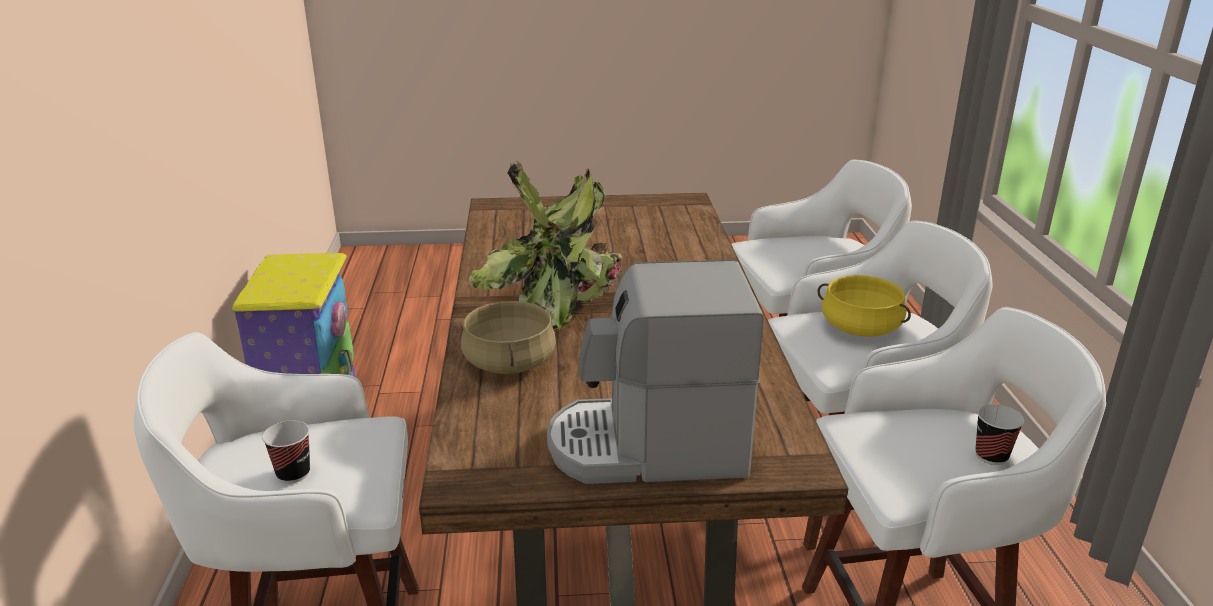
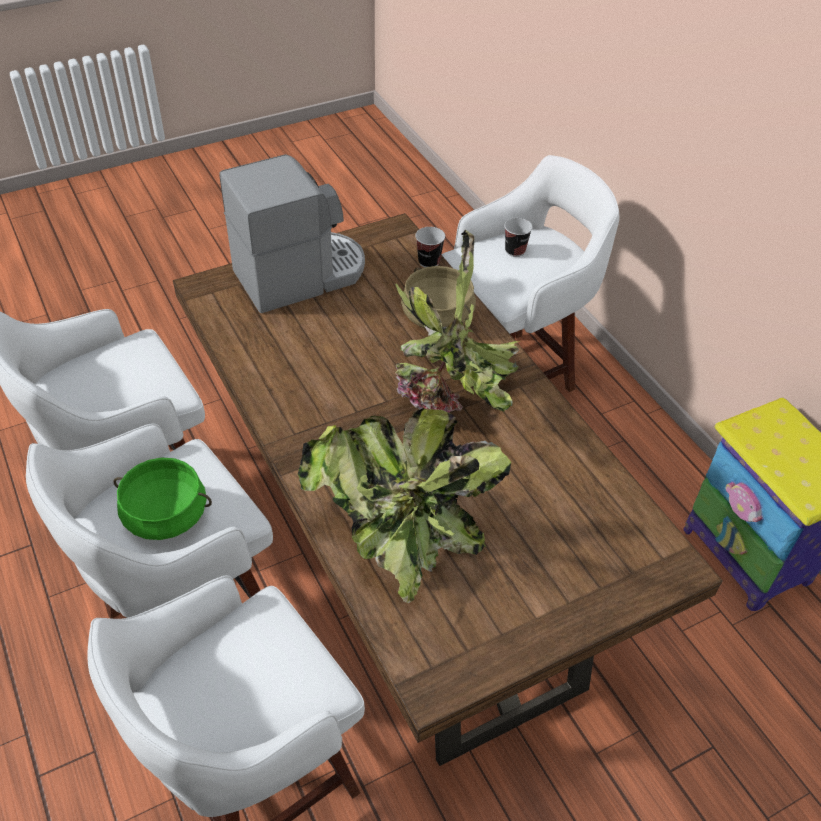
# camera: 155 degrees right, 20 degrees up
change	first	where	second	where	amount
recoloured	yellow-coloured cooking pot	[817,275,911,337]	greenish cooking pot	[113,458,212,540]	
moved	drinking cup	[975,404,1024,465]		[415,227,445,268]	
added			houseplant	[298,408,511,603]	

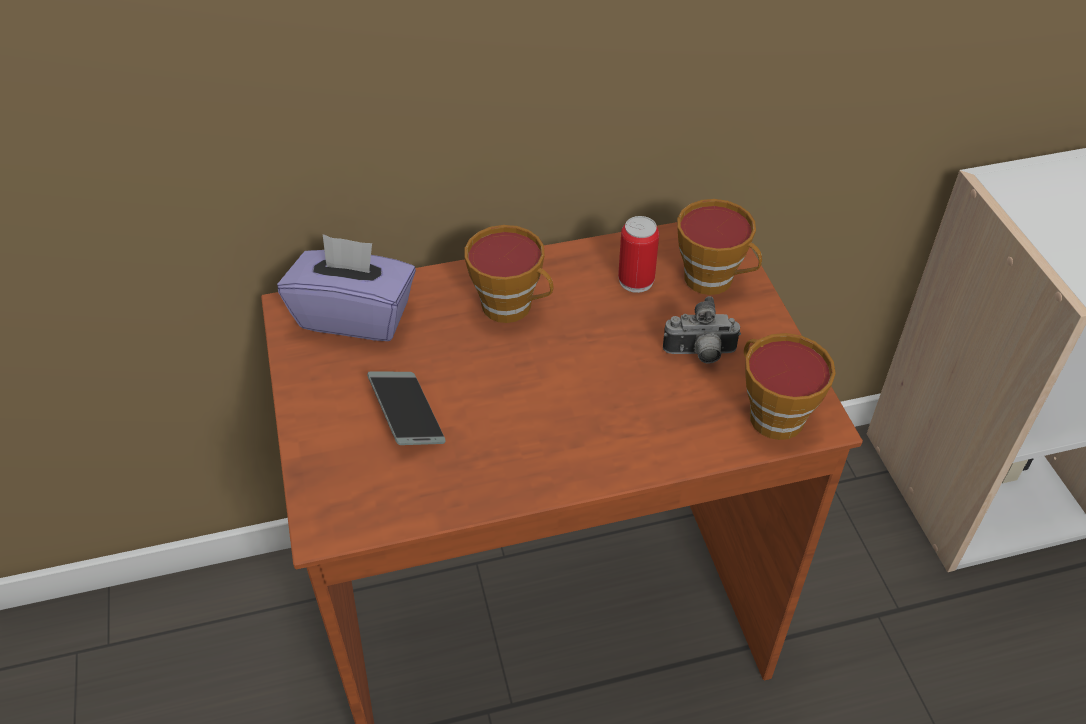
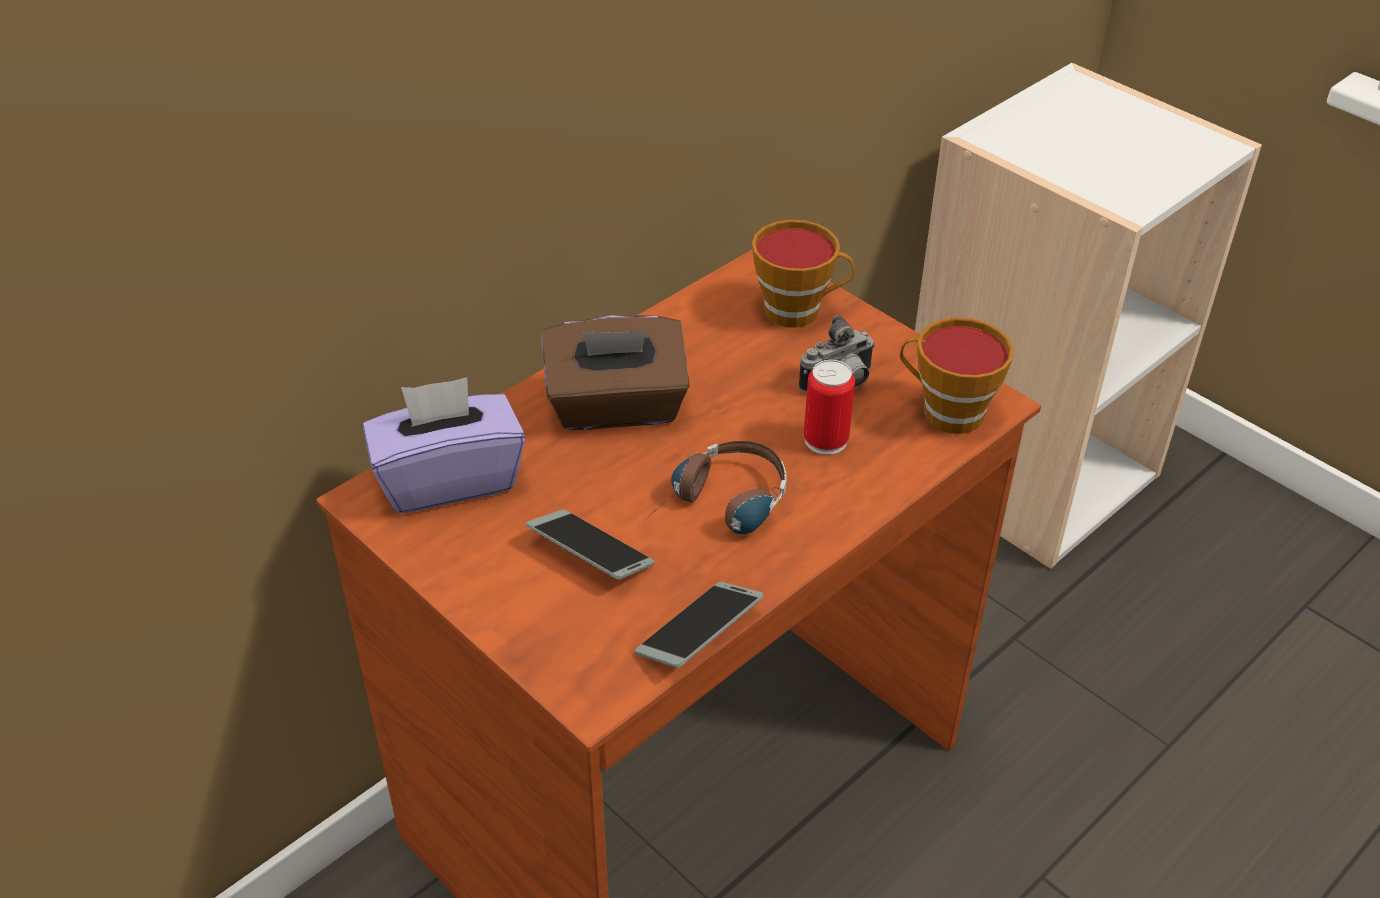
# camera: 30 degrees left, 5 degrees down
change	first	where	second	where	amount
moved	metal can	[618,216,659,293]		[804,360,855,455]	
replaced	drinking cup	[464,225,553,323]	brownish tissue box	[541,315,690,430]	
added			headphones	[646,441,786,534]	
added			handset	[635,582,764,668]	

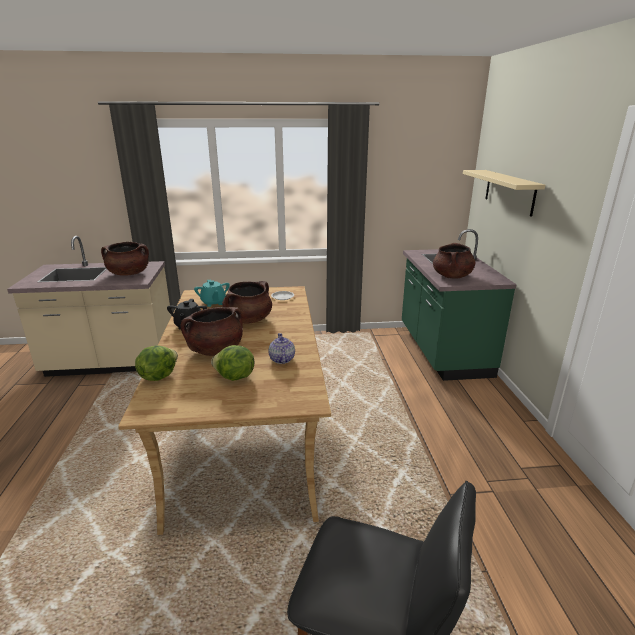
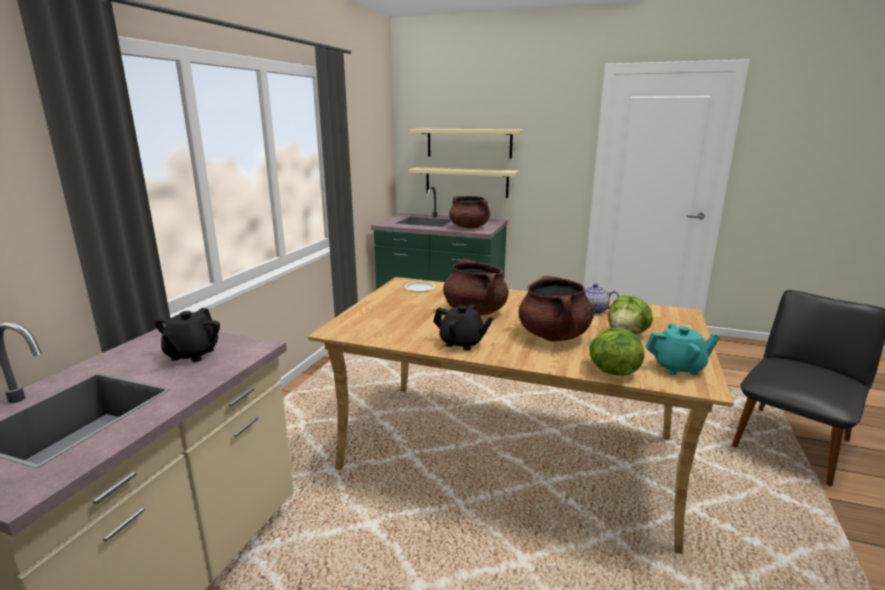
# camera: 65 degrees left, 5 degrees down
change	first	where	second	where	amount
replaced	brownish cooking pot	[101,242,149,276]	blackish tea pot	[154,308,220,362]	
moved	blue-green tea pot	[194,280,230,307]		[646,323,720,375]	
added			beige-coloured bracket shelf	[409,167,519,198]	

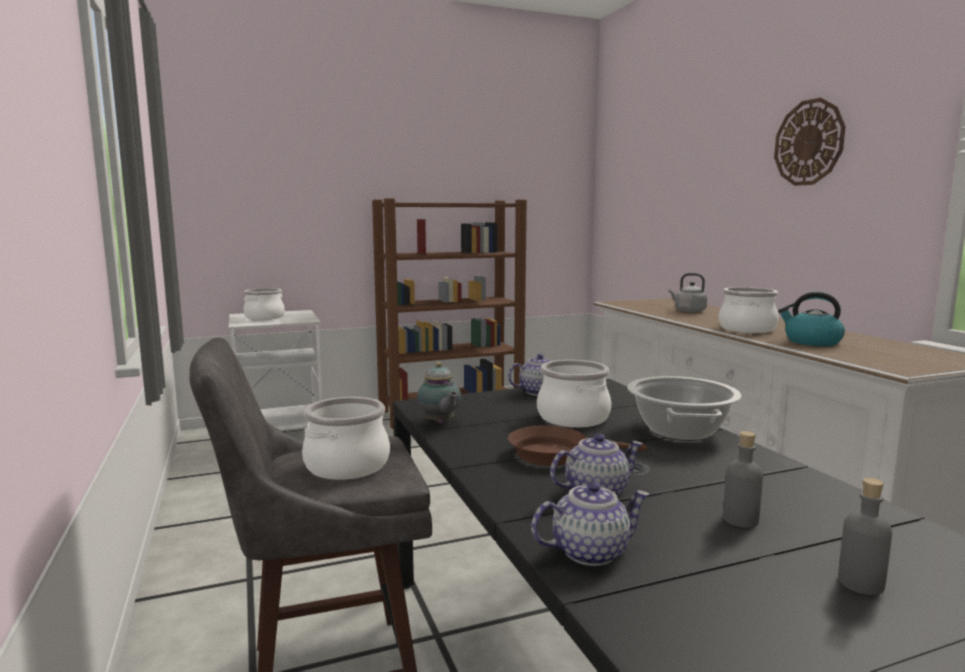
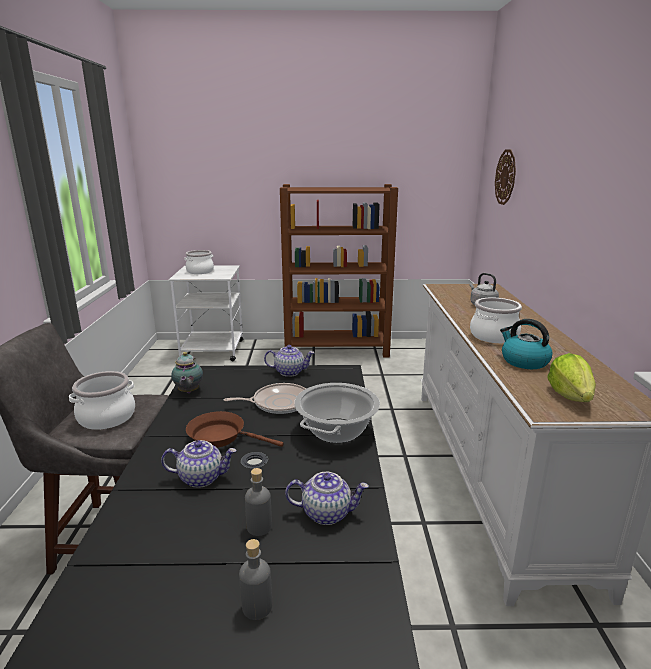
# camera: 20 degrees right, 10 degrees up
change	first	where	second	where	amount
moved	hanging clock	[774,97,846,186]		[495,150,516,205]	
replaced	cooking pot	[537,360,611,428]	skillet	[224,383,306,414]	
moved	tea pot	[531,481,650,566]		[285,472,369,525]	
added			lettuce head	[547,353,596,402]	

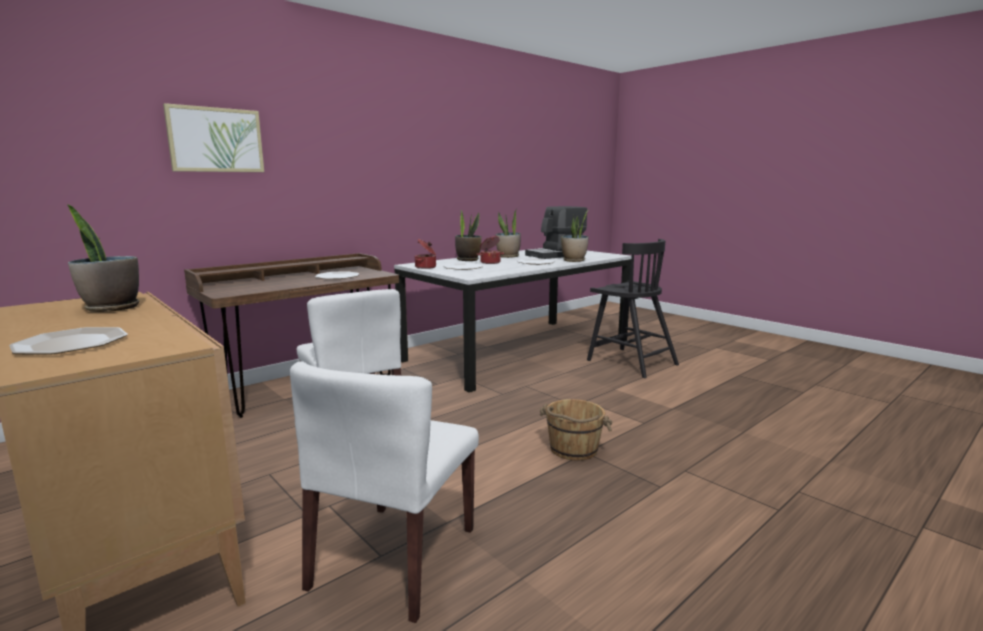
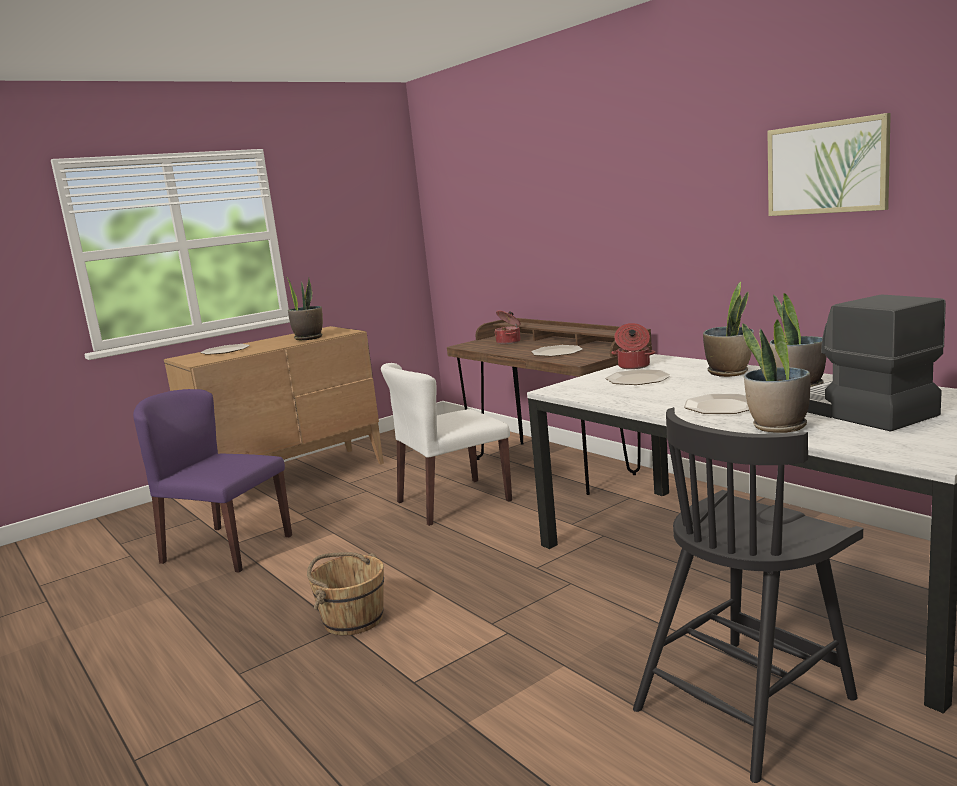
# camera: 95 degrees right, 0 degrees up
change	first	where	second	where	amount
moved	wall art	[163,103,264,172]		[768,113,891,216]	
moved	cooking pot	[477,236,504,264]		[494,311,521,344]	
recoloured	whitish plain chair	[290,361,479,623]	purplish plain chair	[133,389,292,573]	

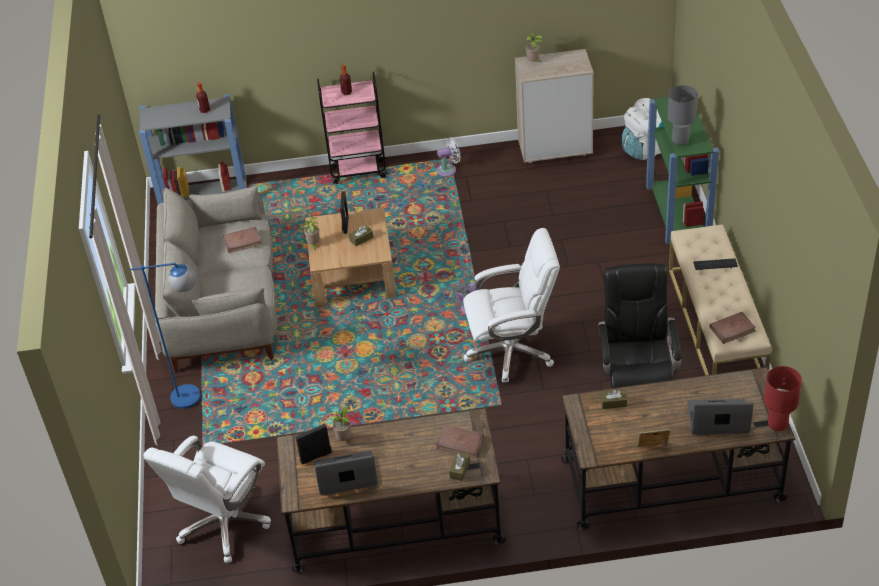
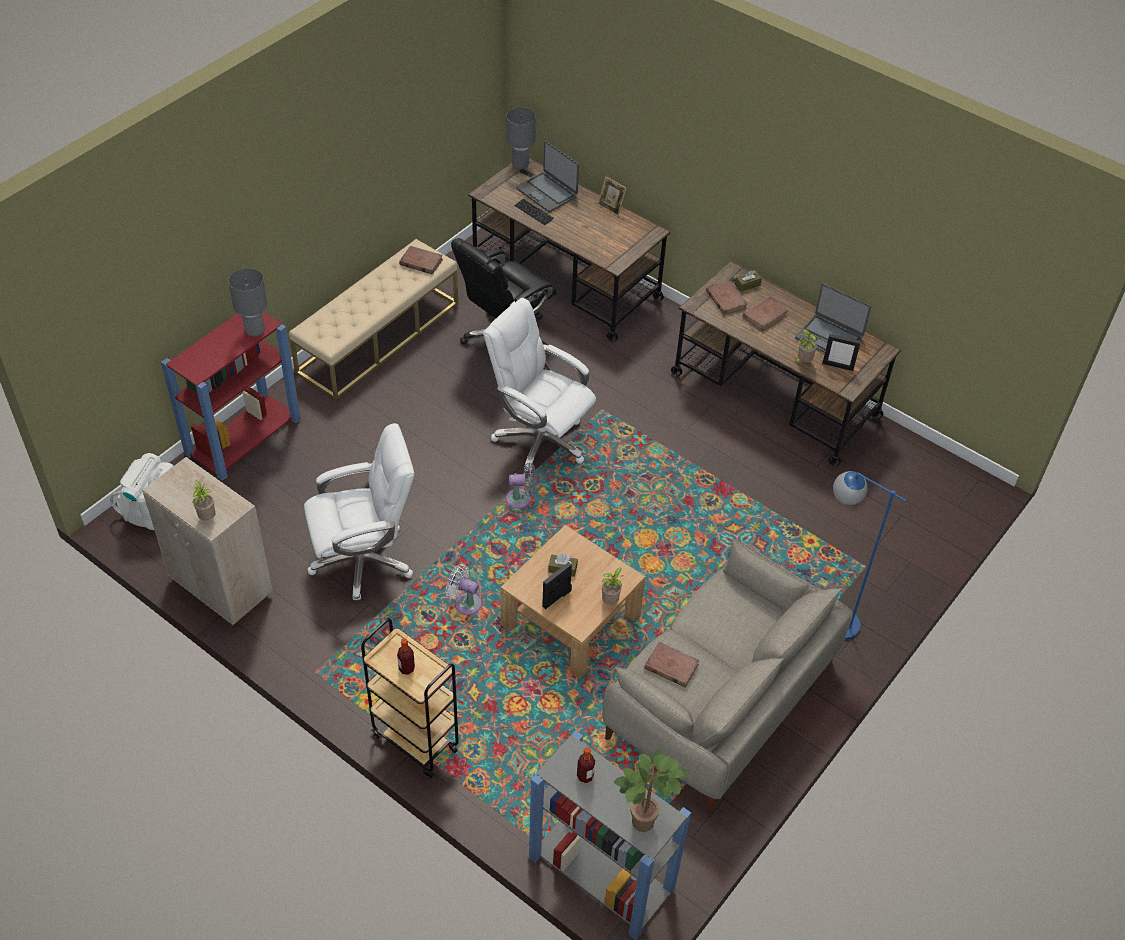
# camera: 140 degrees left, 5 degrees up
change	first	where	second	where	amount
recoloured	pink-coloured wheeled cart	[317,72,389,184]	brownish wheeled cart	[361,618,459,778]	
recoloured	greenish shelving unit	[646,97,719,244]	red shelving unit	[161,312,301,481]	
moved	whitish electric fan	[436,137,461,176]		[446,564,482,615]	
moved	PC keyboard	[693,258,738,270]		[514,198,554,225]	
recoloured	red table lamp	[764,366,802,431]	grey table lamp	[506,107,536,169]	
removed	brownish tissue box	[600,390,627,409]			
moved	whitish desk chair	[144,436,271,563]		[304,423,414,600]	
added			brownish volume	[743,296,789,332]	
added			houseplant	[614,750,691,832]	

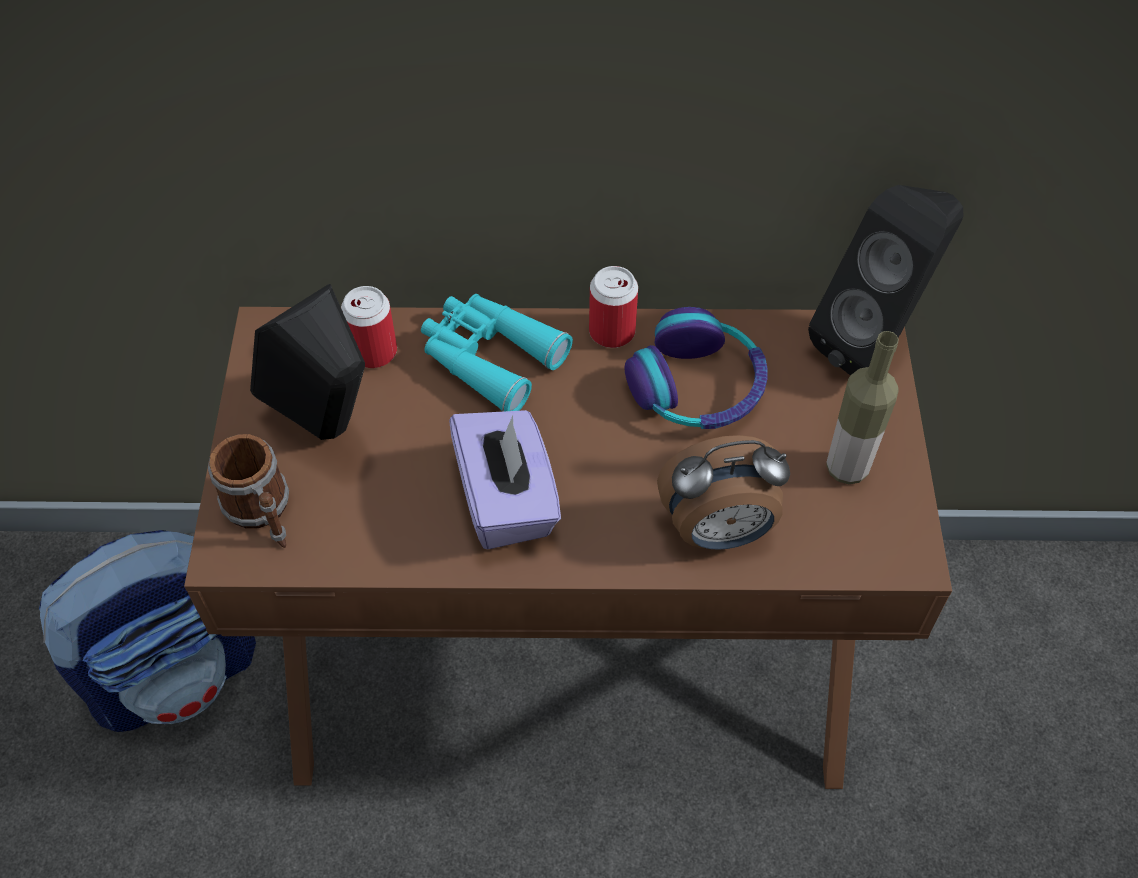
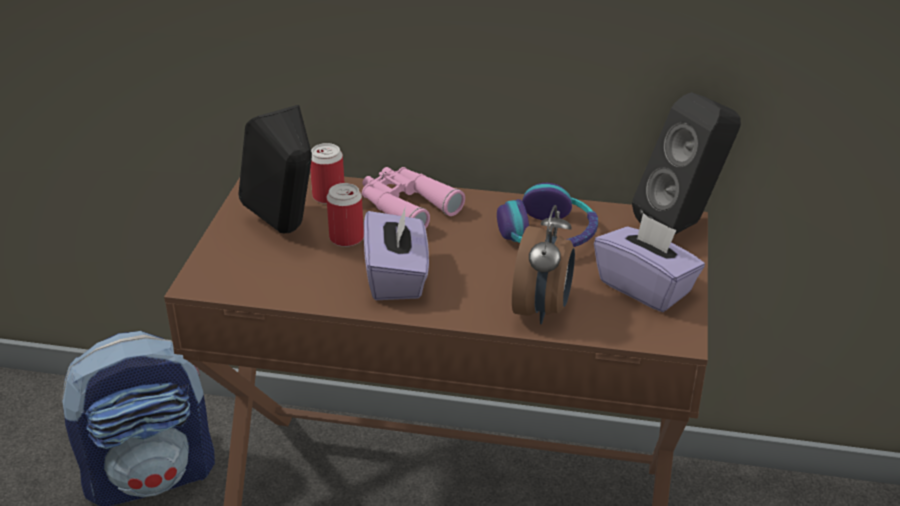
# camera: 10 degrees right, 20 degrees down
change	first	where	second	where	amount
moved	metal can	[589,266,638,348]		[327,183,364,247]	
recoloured	blue-green field glasses	[421,294,573,412]	pink-coloured field glasses	[362,167,465,228]	
replaced	bottle	[826,331,899,484]	purplish tissue box	[594,213,705,312]	
removed	tea mug	[208,434,289,548]			
turned	bedside clock	[657,435,790,550]		[512,205,575,324]	75 degrees counterclockwise

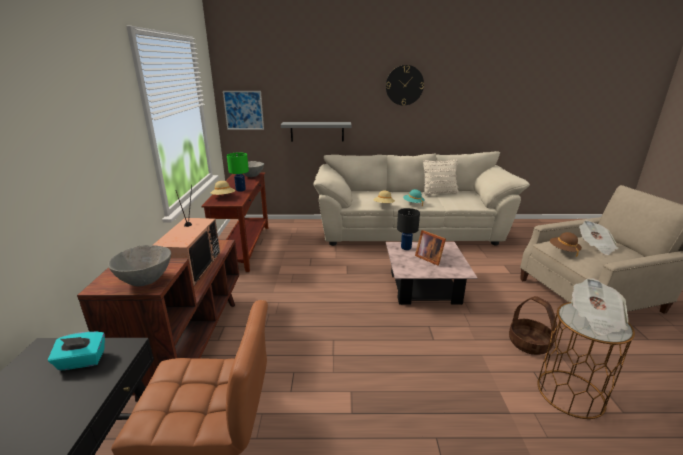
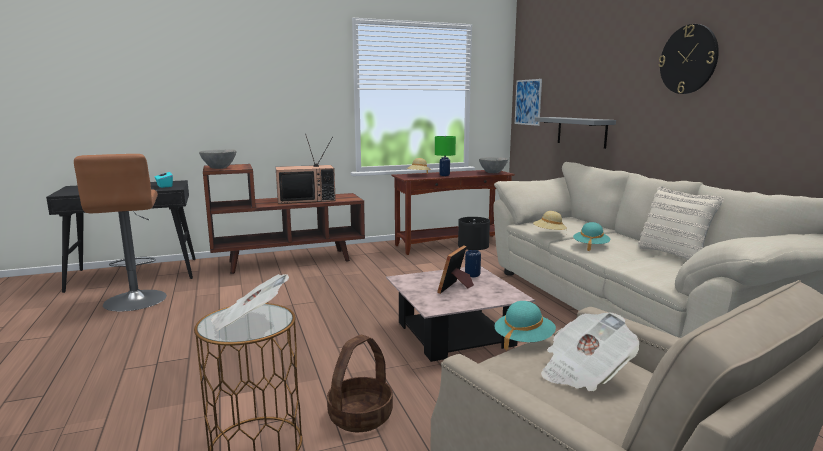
# camera: 70 degrees right, 10 degrees down
change	first	where	second	where	amount
recoloured	brownish wearable hat	[550,232,582,257]	blue-green wearable hat	[494,301,556,351]	

